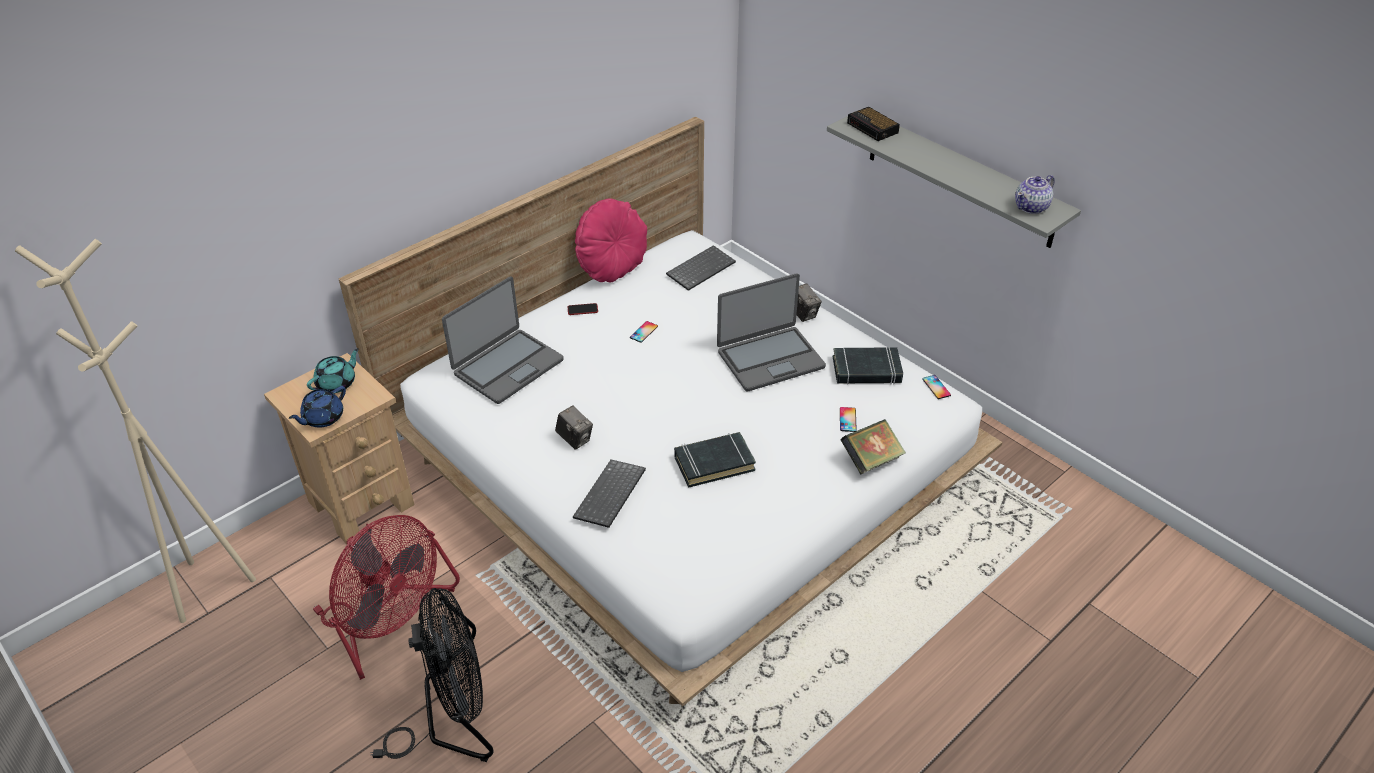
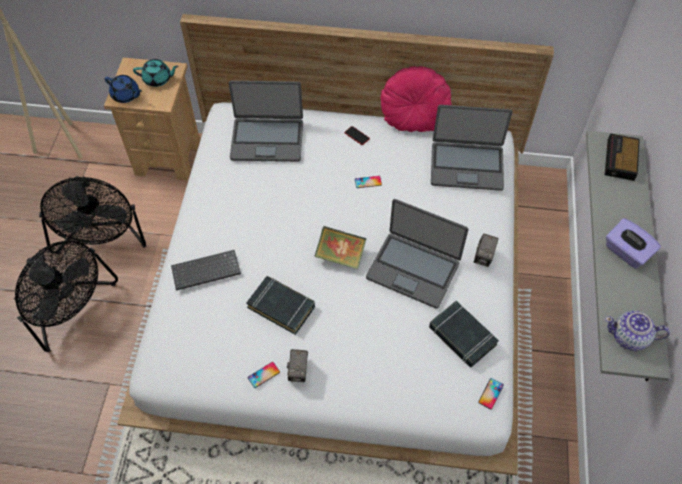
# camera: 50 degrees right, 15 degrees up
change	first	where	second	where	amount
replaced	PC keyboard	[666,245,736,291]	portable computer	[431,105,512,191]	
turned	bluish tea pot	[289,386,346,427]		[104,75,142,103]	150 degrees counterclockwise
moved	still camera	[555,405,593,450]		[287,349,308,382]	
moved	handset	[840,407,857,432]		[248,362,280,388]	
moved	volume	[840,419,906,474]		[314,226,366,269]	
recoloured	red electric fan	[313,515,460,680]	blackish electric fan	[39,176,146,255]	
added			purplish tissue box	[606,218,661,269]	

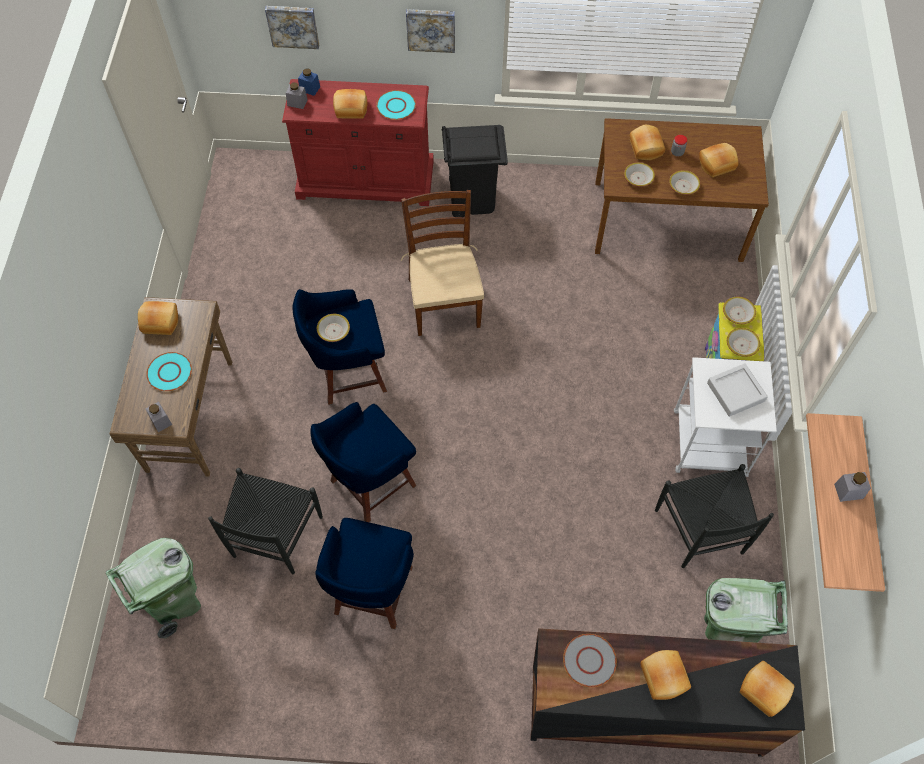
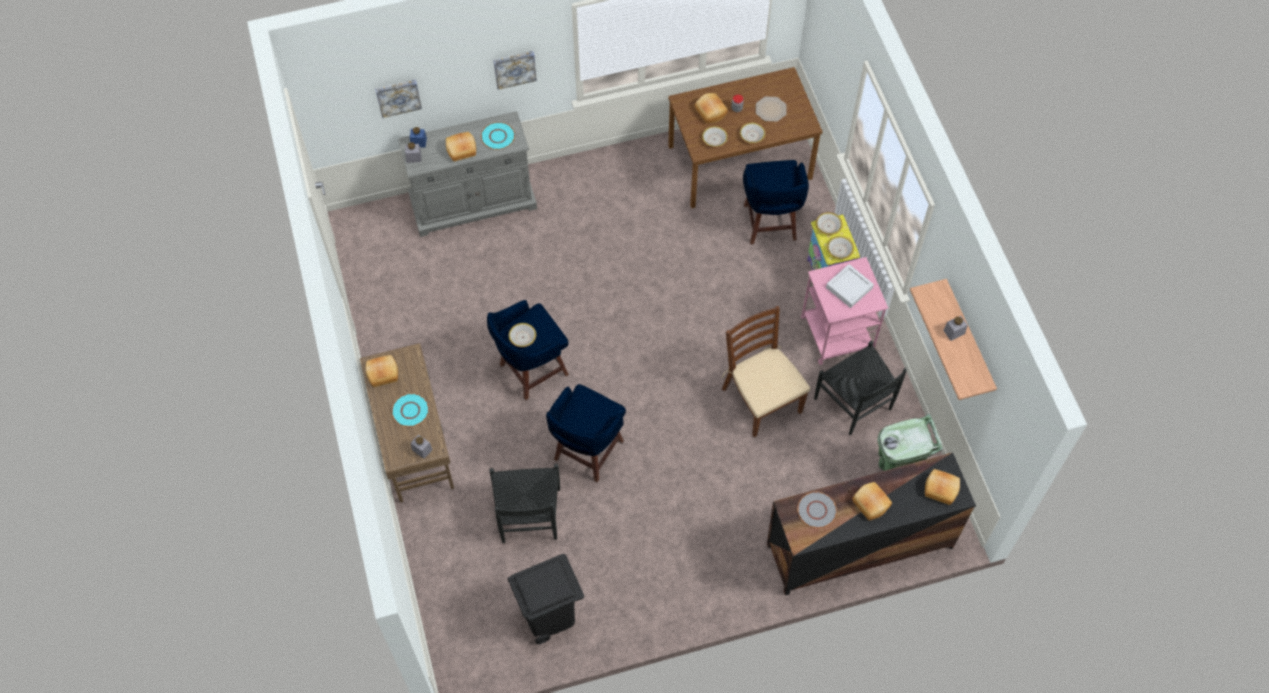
# camera: 20 degrees left, 0 degrees up
change	first	where	second	where	amount
recoloured	red drawer chest	[282,79,434,206]	grey drawer chest	[398,111,537,237]	
moved	blackish waste bin	[441,125,508,217]		[507,554,584,644]	
replaced	bread	[699,143,738,177]	flat dish	[756,97,787,122]	
moved	brownish plain chair	[401,190,484,336]		[721,306,810,437]	
recoloured	whitish wheeled cart	[674,357,777,477]	pink-coloured wheeled cart	[801,257,888,365]	
moved	bluish sitting stool	[315,518,414,629]		[743,160,809,244]	
removed	greenish waste bin	[106,538,201,638]			

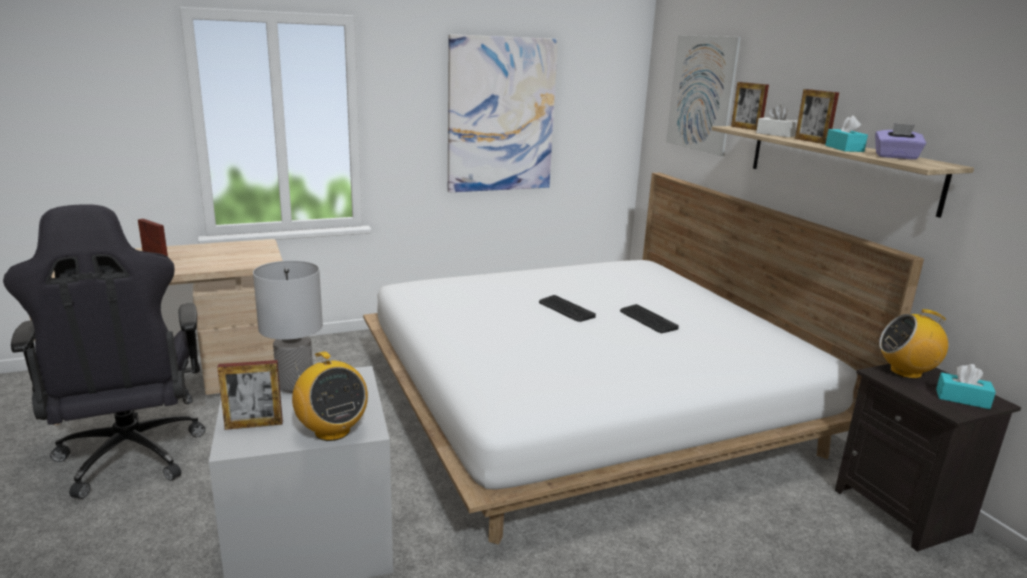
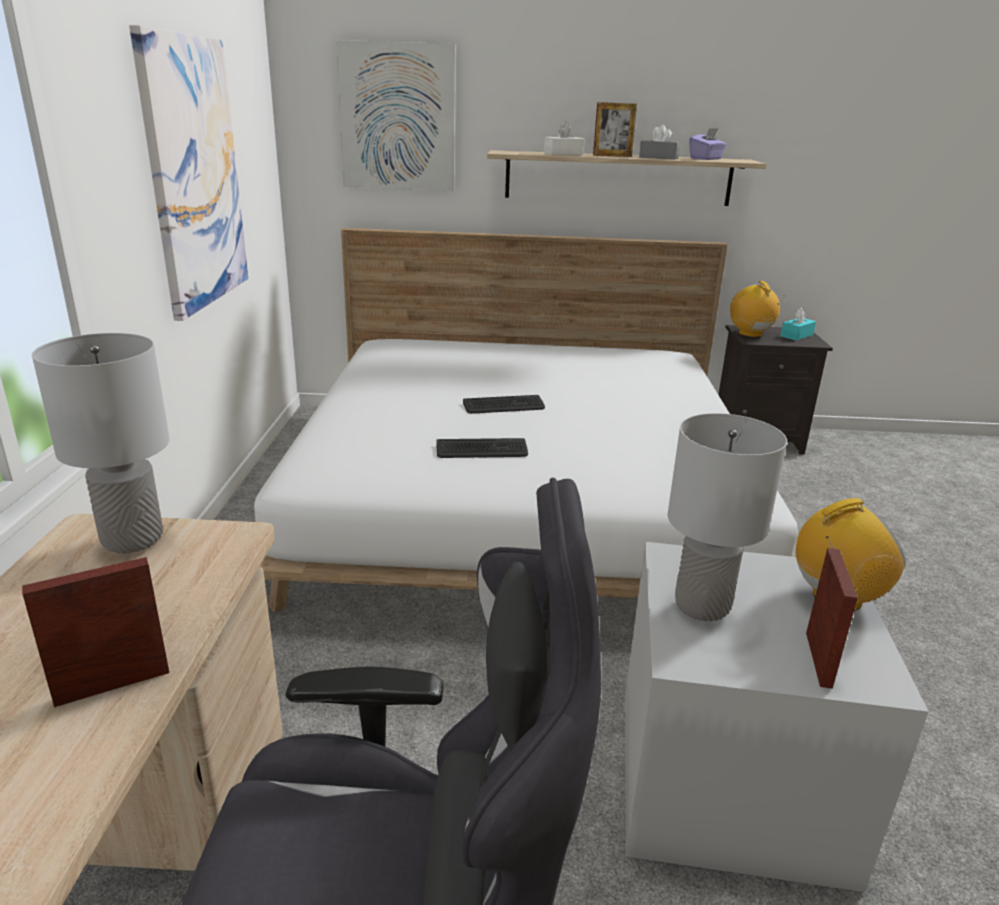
# camera: 65 degrees left, 5 degrees up
change	first	where	second	where	amount
removed	standing frame	[731,82,769,131]			
recoloured	blue-green tissue box	[825,115,868,152]	grey tissue box	[639,125,680,160]	
moved	PC keyboard	[620,304,679,333]		[436,438,528,458]	
turned	radio set	[879,309,948,379]		[730,281,784,337]	135 degrees clockwise
added			grey table lamp	[32,333,170,553]	

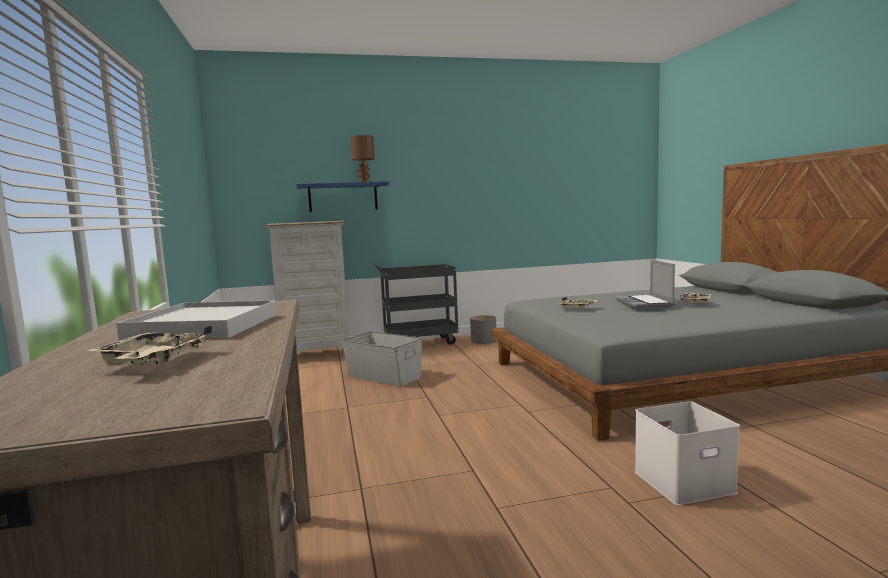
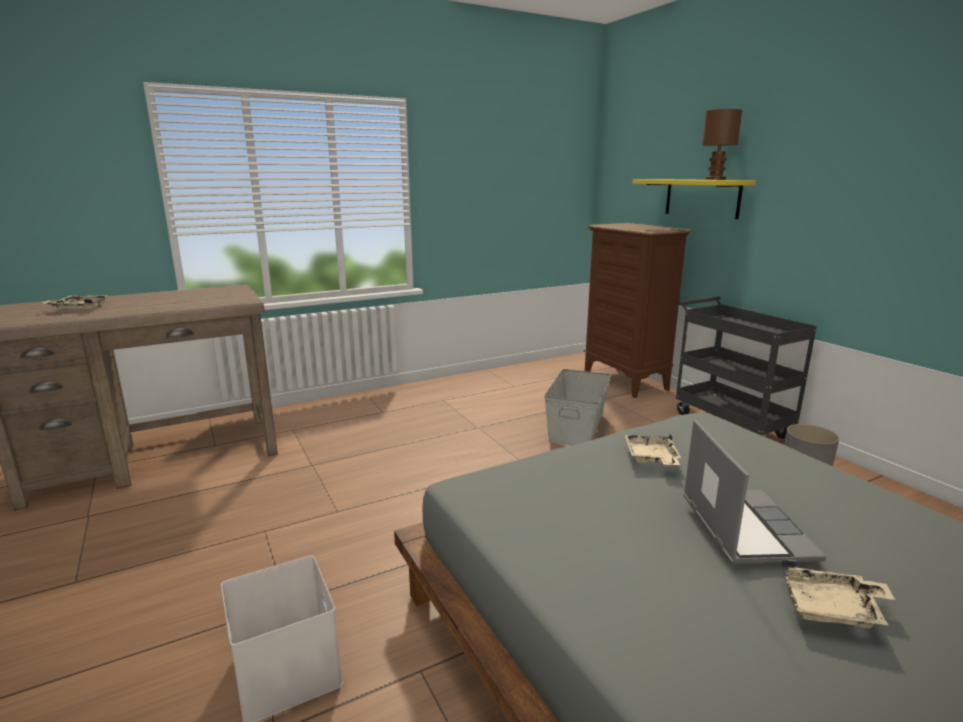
# camera: 75 degrees right, 10 degrees up
change	first	where	second	where	amount
recoloured	bluish bracket shelf	[296,181,390,212]	yellow-coloured bracket shelf	[632,179,756,219]	
recoloured	whitish drawer chest	[264,221,350,344]	brownish drawer chest	[584,223,692,398]	
turned	portable computer	[616,260,675,308]		[683,420,826,564]	105 degrees clockwise
removed	whitish serving tray	[116,300,277,340]			

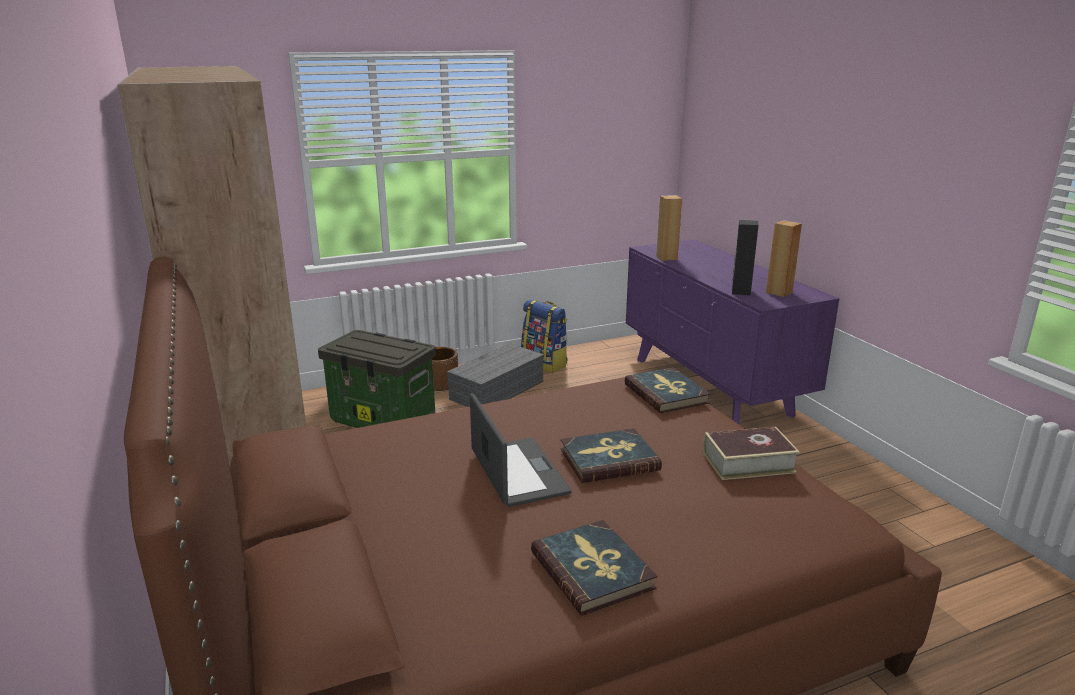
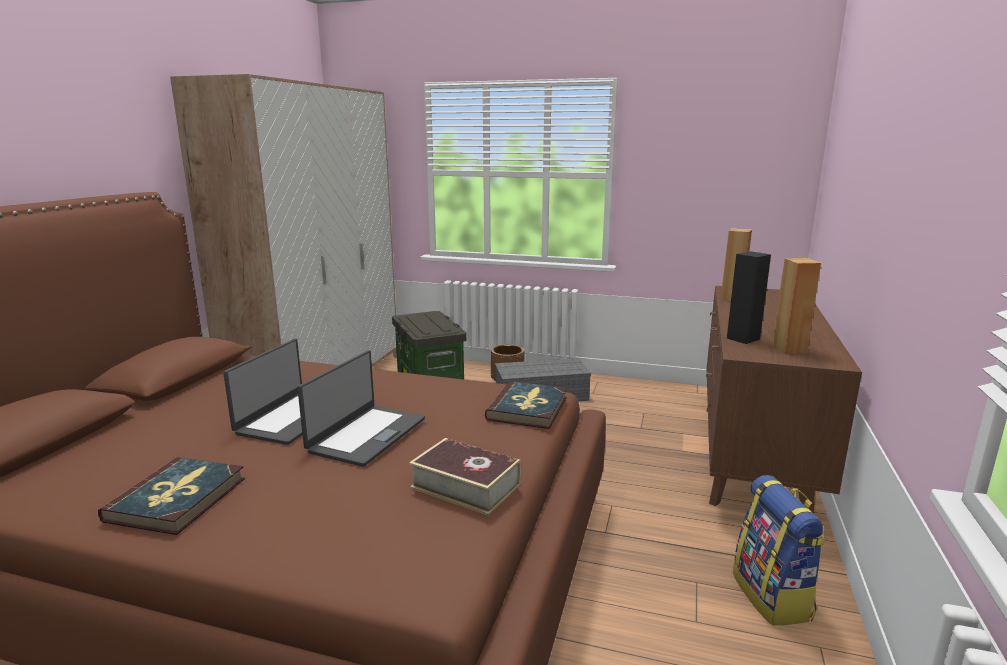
# camera: 40 degrees right, 5 degrees down
change	first	where	second	where	amount
recoloured	purplish drawer chest	[626,239,839,424]	brownish drawer chest	[706,286,862,514]	
moved	knapsack	[521,300,568,373]		[733,475,826,626]	
replaced	volume	[561,428,662,483]	portable computer	[297,350,425,467]	

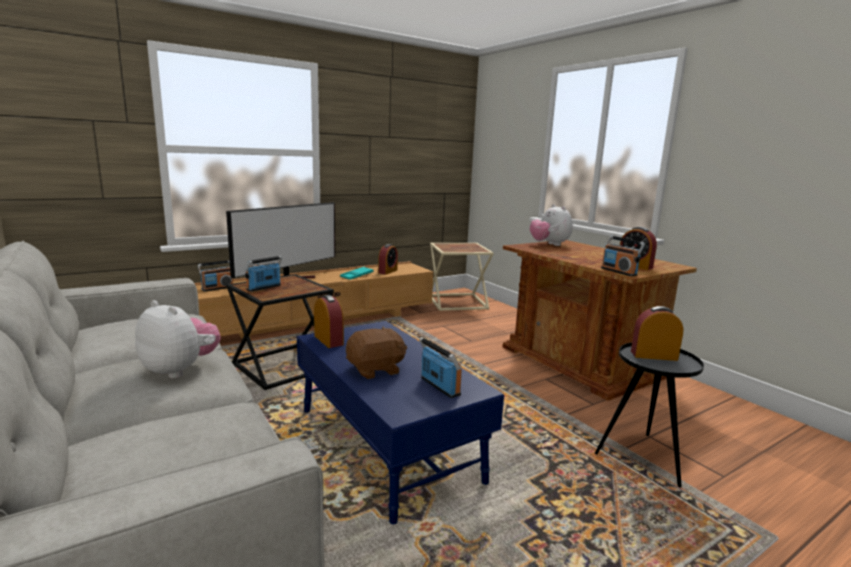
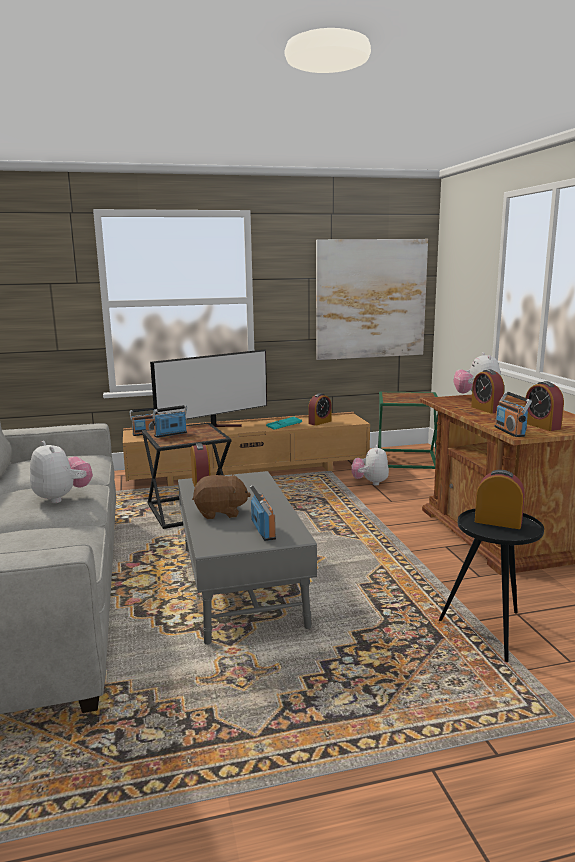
# camera: 20 degrees right, 0 degrees up
change	first	where	second	where	amount
recoloured	beige-coloured accent table	[430,243,494,311]	greenish accent table	[378,392,438,469]	
recoloured	bluish coffee table	[297,321,504,525]	grey coffee table	[178,471,317,645]	
added			wall art	[316,239,428,360]	
added			bedside clock	[471,369,504,414]	
added			cuddly toy	[351,445,389,486]	

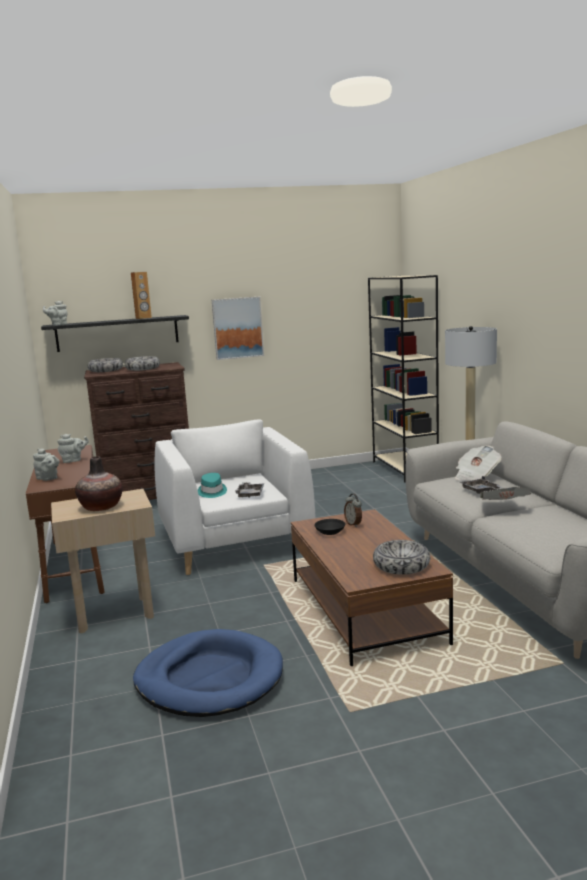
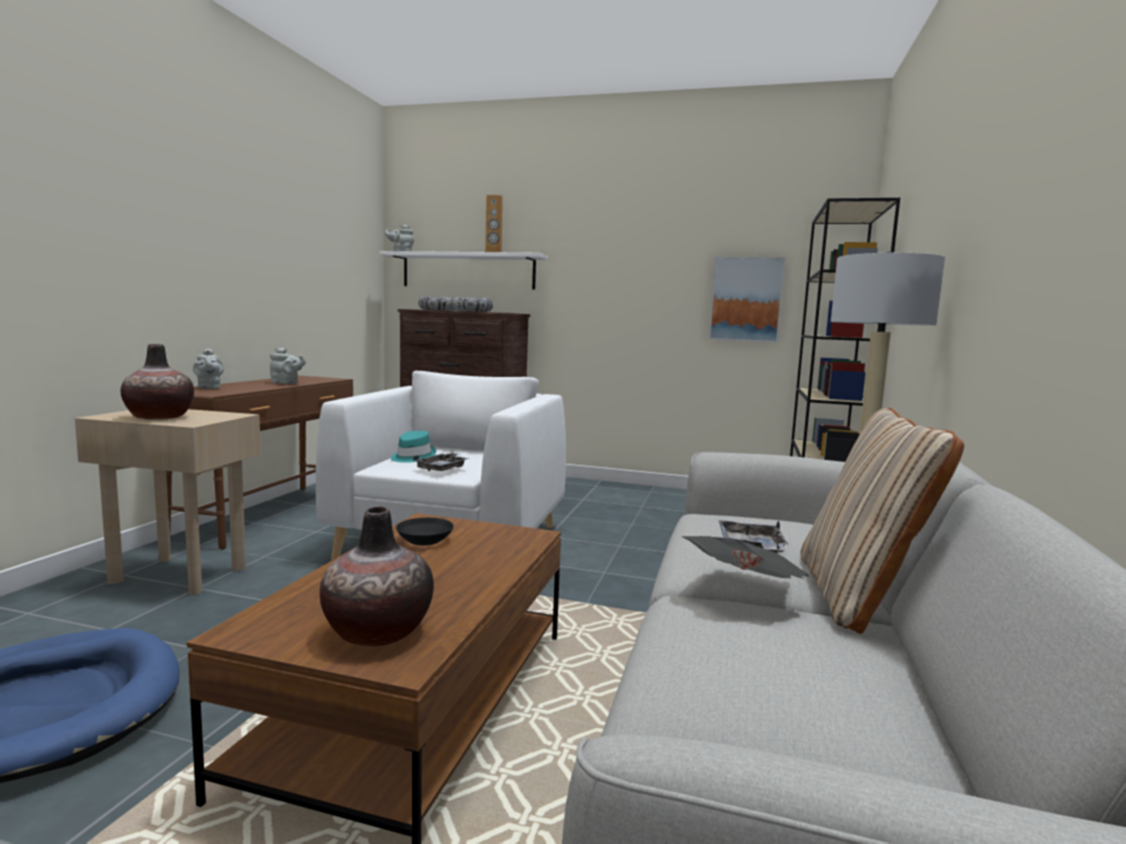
# camera: 30 degrees right, 5 degrees down
change	first	where	second	where	amount
moved	wall art	[212,297,264,360]		[709,257,786,343]	
recoloured	blackish bracket shelf	[41,315,189,352]	whitish bracket shelf	[379,251,548,290]	
removed	printed paper	[455,445,501,481]			
removed	bedside clock	[344,494,362,527]			
replaced	serving bowl	[373,540,430,575]	vase	[320,506,434,646]	
added			beige-coloured pillow	[800,408,964,634]	

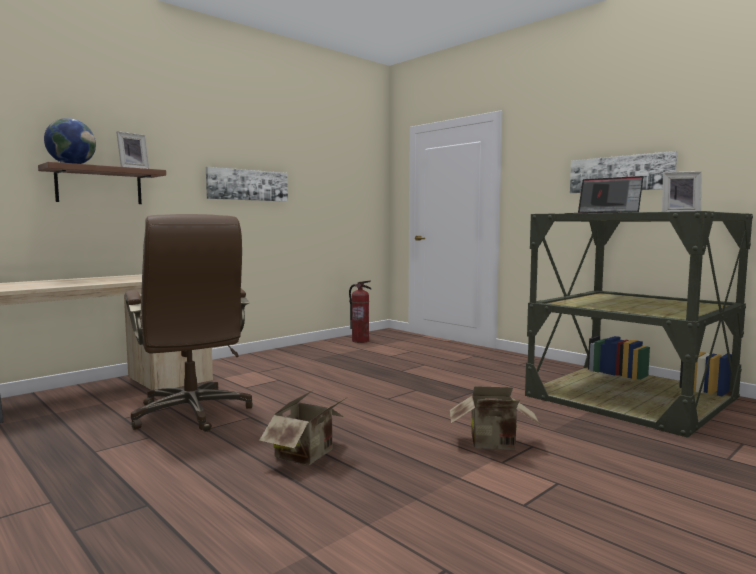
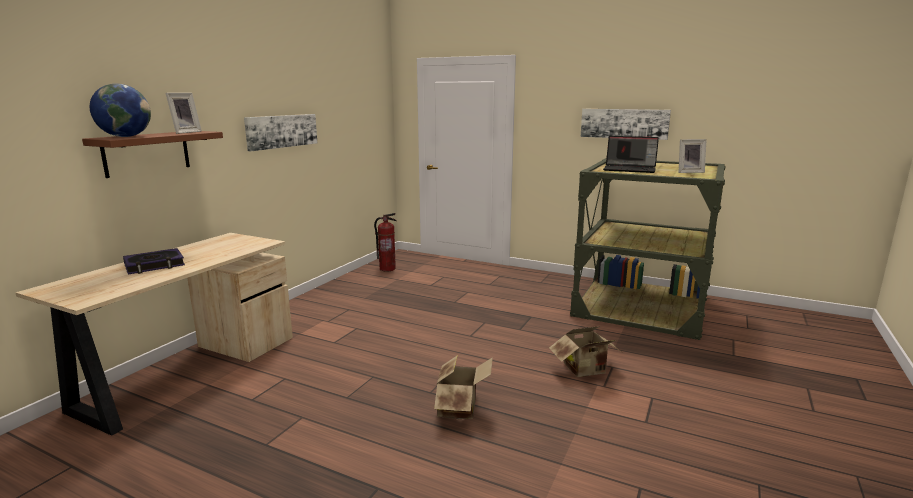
# camera: 20 degrees left, 10 degrees up
change	first	where	second	where	amount
removed	brownish desk chair	[125,214,253,432]			
added			volume	[123,248,185,274]	

